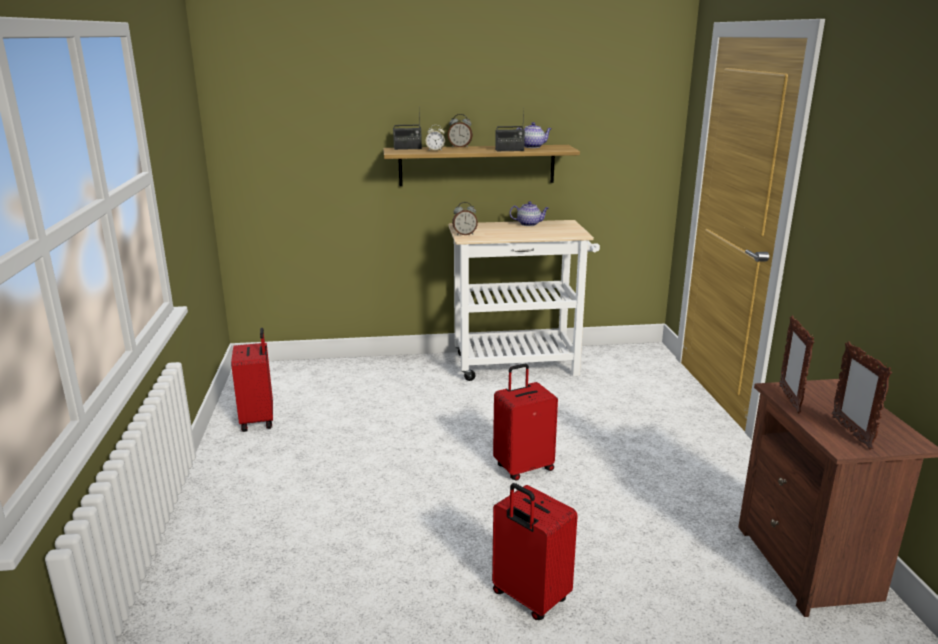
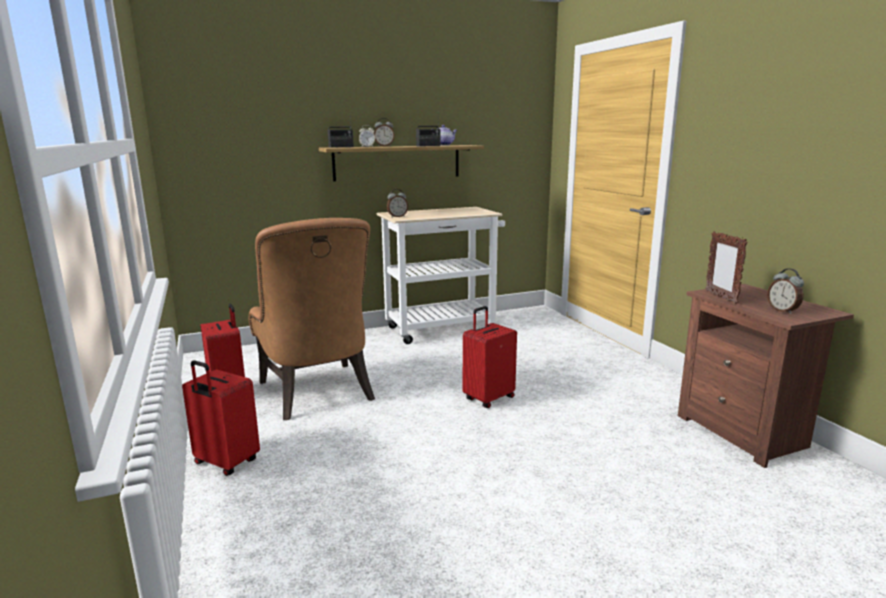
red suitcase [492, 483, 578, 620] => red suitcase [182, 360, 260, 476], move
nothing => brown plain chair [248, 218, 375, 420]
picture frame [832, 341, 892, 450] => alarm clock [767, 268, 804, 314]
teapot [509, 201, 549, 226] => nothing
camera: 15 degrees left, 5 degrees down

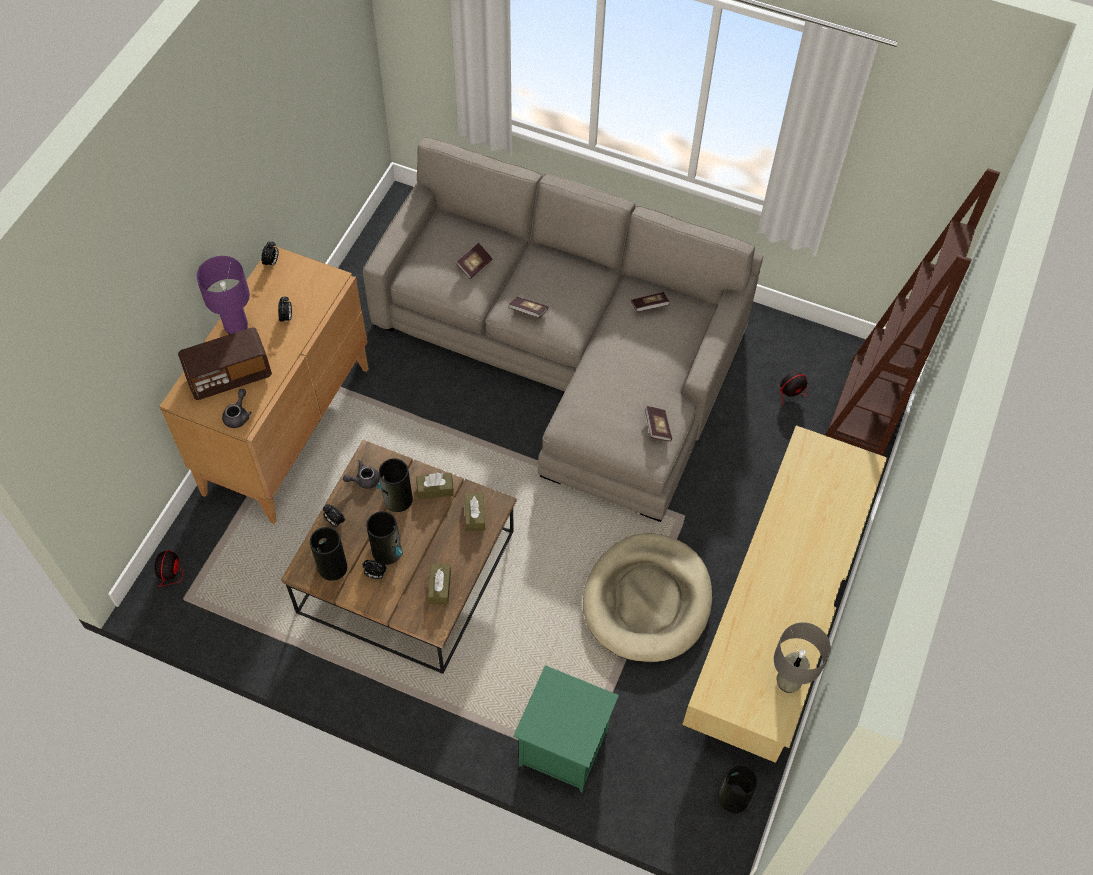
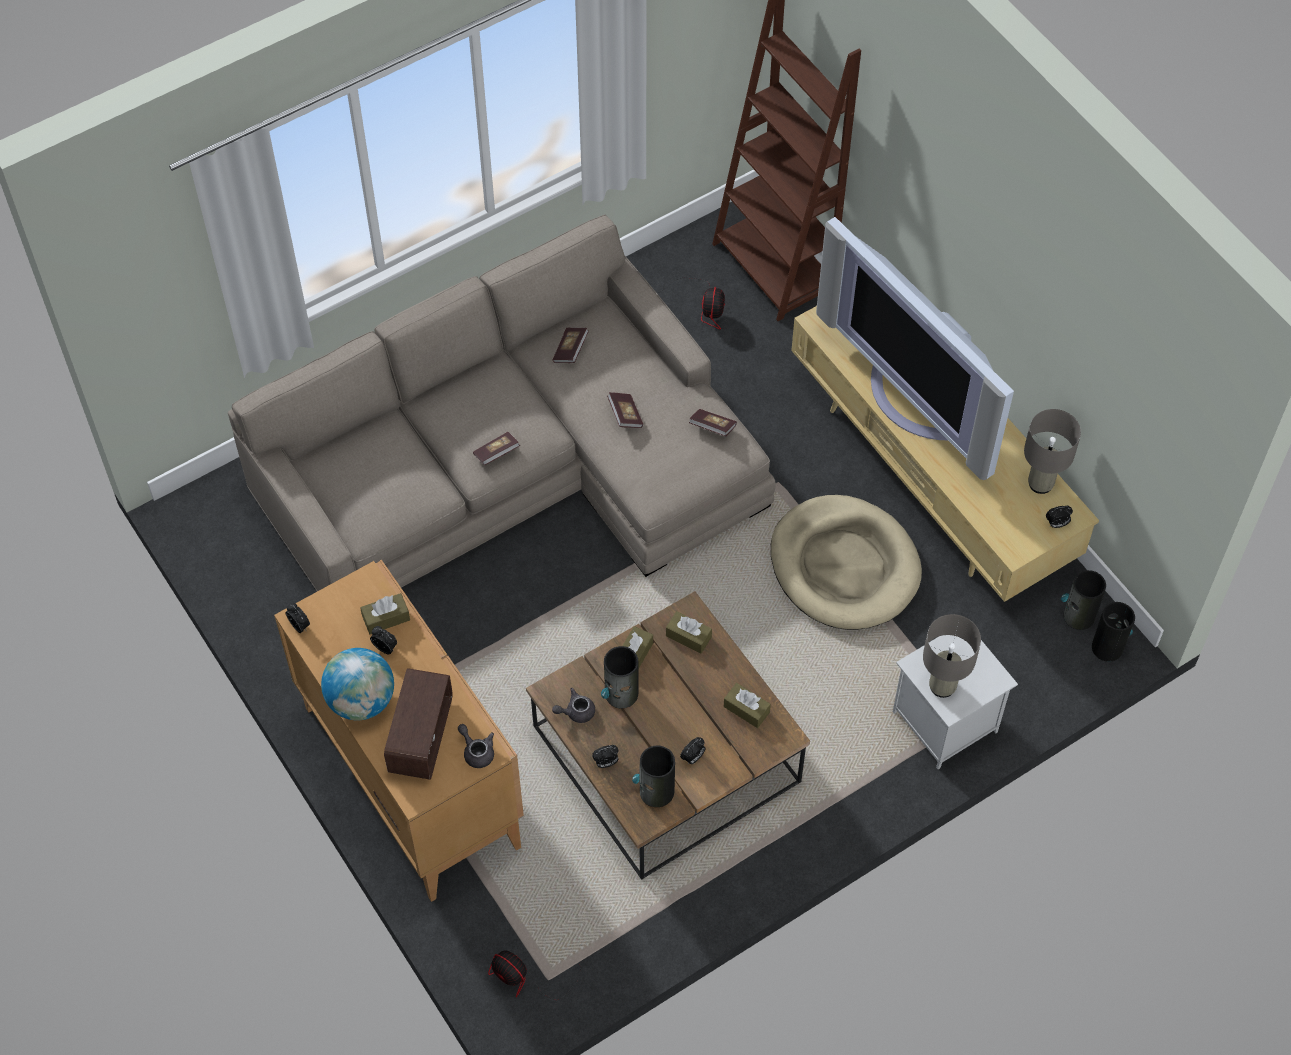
purple-coloured tabletop lamp [196, 256, 250, 334] => desk globe [321, 648, 394, 720]
nothing => brown tissue box [360, 593, 410, 634]
greyish teapot [343, 460, 380, 489] => greyish teapot [552, 688, 595, 723], 60 degrees clockwise
book [455, 243, 492, 279] => book [607, 392, 643, 428], move
nothing => television [816, 217, 1014, 480]
greenish night table [513, 665, 619, 793] => greyish night table [893, 635, 1018, 769]
nothing => greyish tabletop lamp [923, 614, 981, 698]
nothing => alarm clock [1046, 506, 1073, 528]
decorative vase [366, 511, 403, 565] => decorative vase [1092, 602, 1135, 662], move
camera: 55 degrees left, 0 degrees up

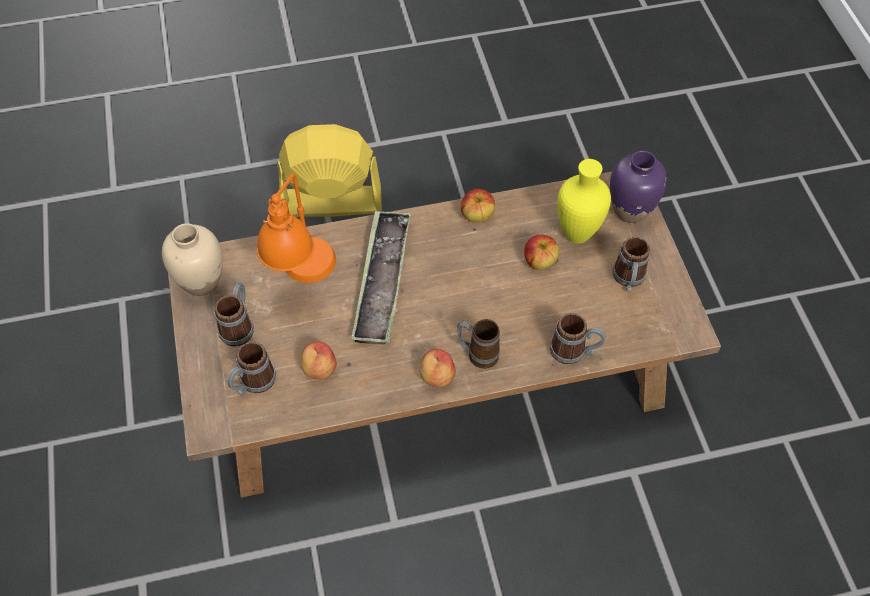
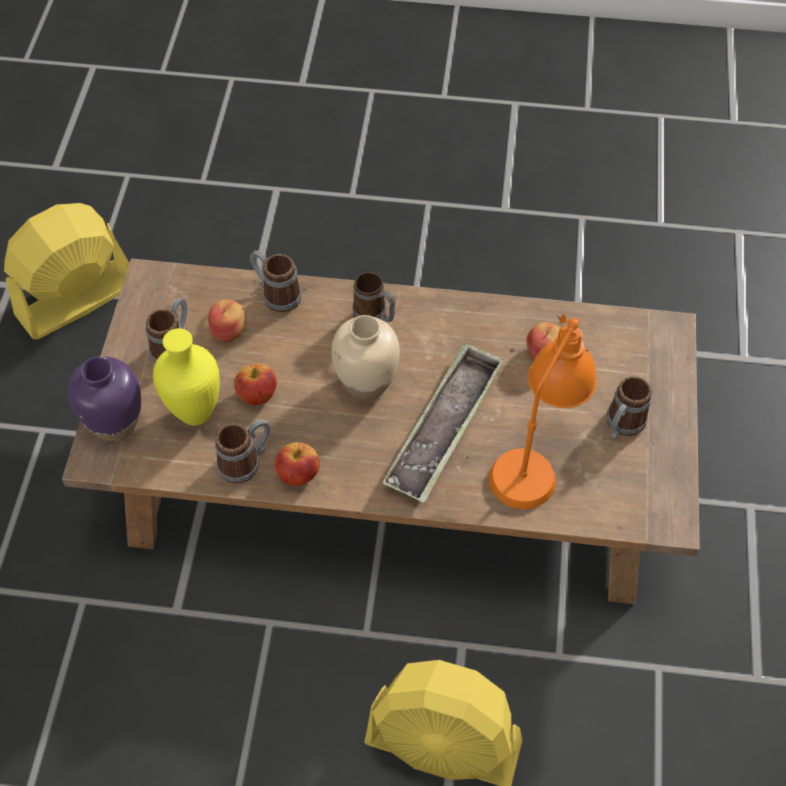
nothing => yellow fan [4, 203, 130, 339]
apple fruit [420, 349, 456, 388] => apple fruit [208, 299, 247, 342], move
tea mug [227, 342, 276, 396] => tea mug [215, 419, 271, 484], move
beige-coloured decorative vase [162, 223, 223, 296] => beige-coloured decorative vase [331, 315, 400, 400], move
camera: 160 degrees left, 0 degrees up

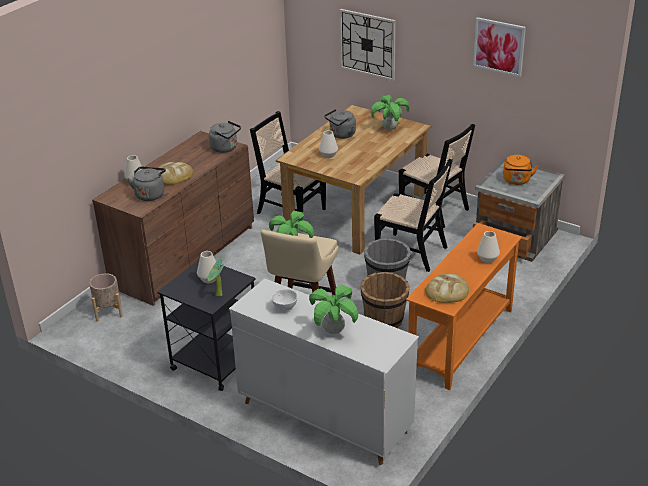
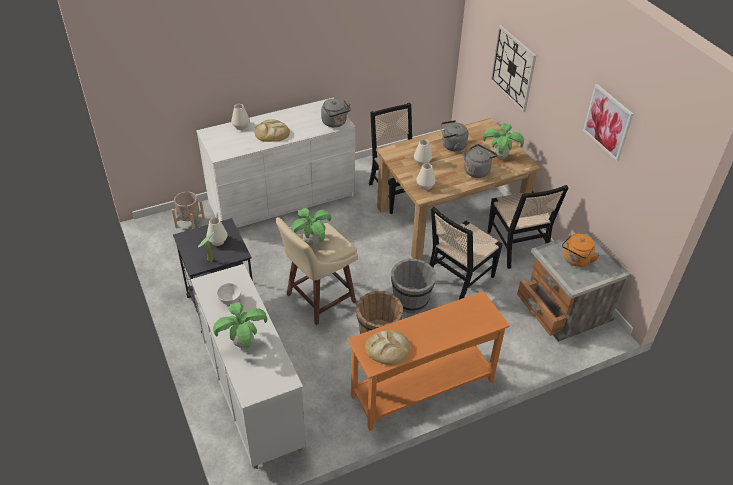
brown drawer chest [92, 131, 254, 306] => white-coloured drawer chest [196, 98, 355, 228]
white-coloured decorative vase [477, 231, 500, 263] => white-coloured decorative vase [416, 163, 436, 190], move
plain chair [374, 158, 453, 272] => plain chair [429, 207, 503, 300], 75 degrees clockwise
greyish water kettle [127, 167, 166, 201] => greyish water kettle [463, 144, 498, 178], move
camera: 30 degrees right, 10 degrees up

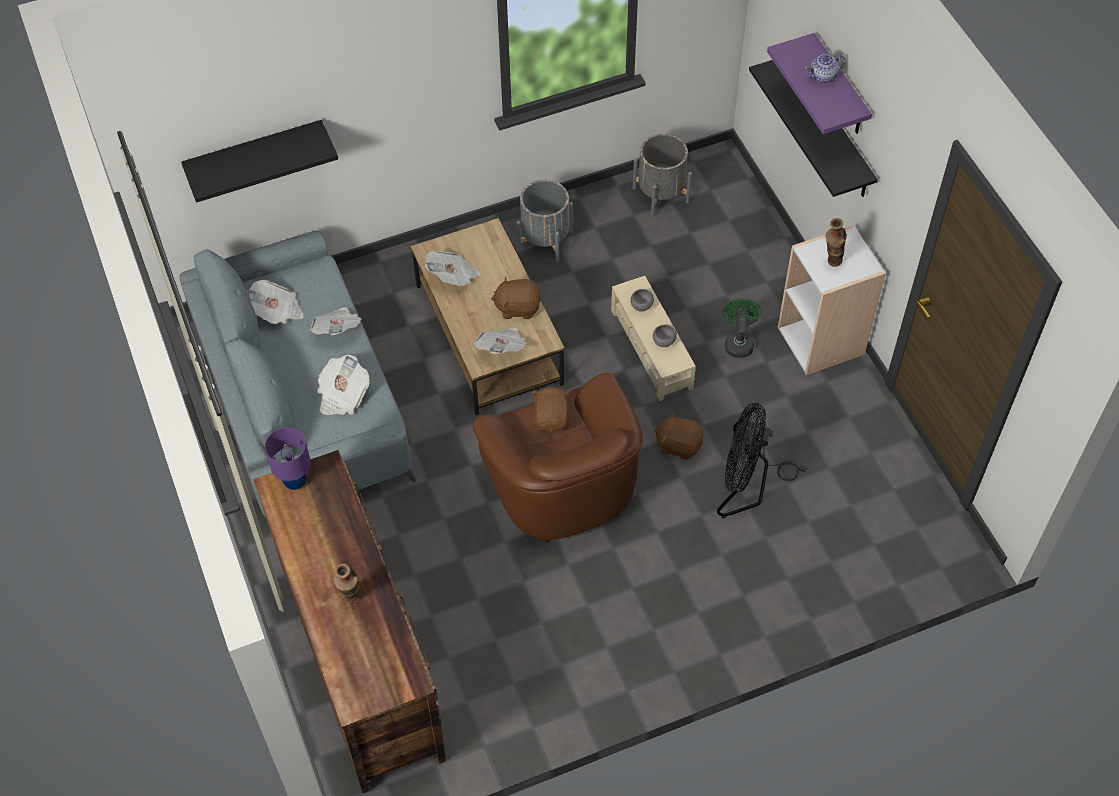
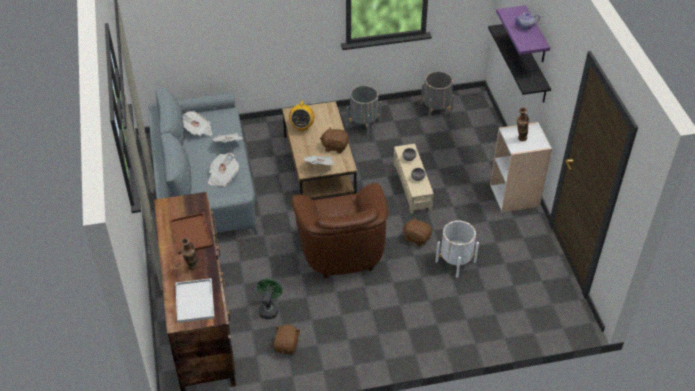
nothing => brown serving tray [171, 212, 213, 254]
nothing => white-coloured serving tray [176, 278, 215, 323]
greenish fan [722, 298, 761, 358] => greenish fan [257, 279, 283, 319], move
brown soft toy [531, 386, 572, 432] => brown soft toy [273, 325, 300, 354], move
newspaper [424, 250, 481, 287] => radio set [289, 101, 315, 131]
black-coloured fan [717, 403, 807, 519] => white-coloured plant pot [435, 221, 479, 278]
black-coloured bracket shelf [181, 120, 338, 203] => nothing
purple-coloured tabletop lamp [265, 428, 311, 490] => nothing
camera: 10 degrees right, 10 degrees down

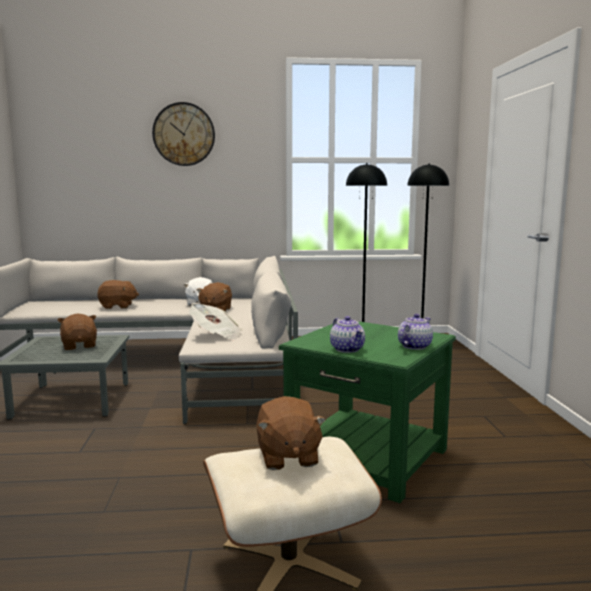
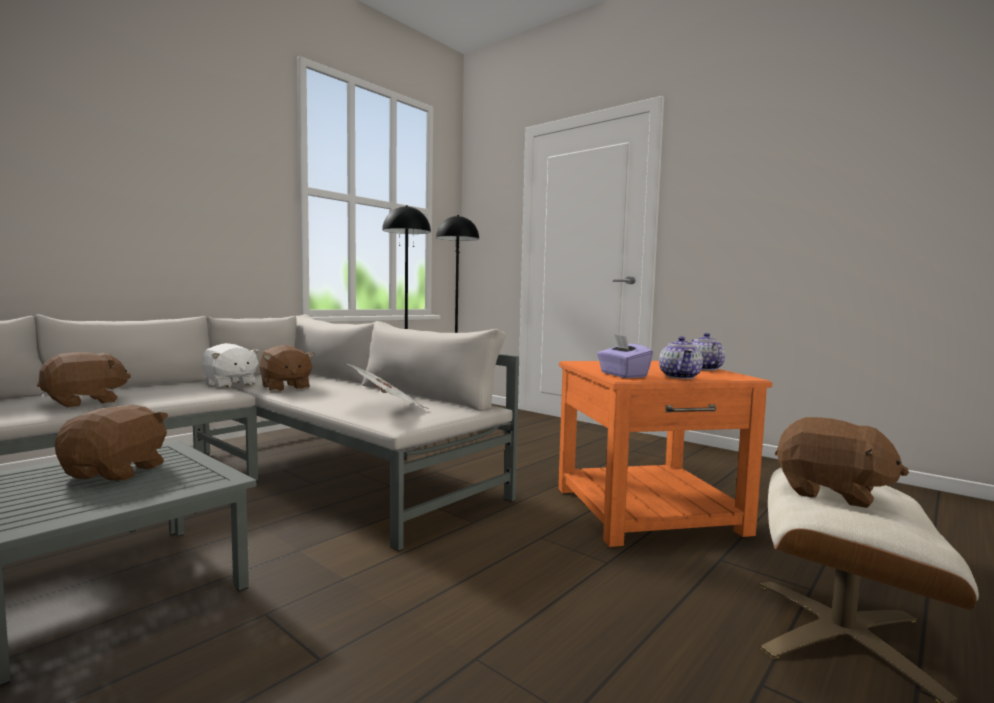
brown soft toy [58, 314, 97, 350] => brown soft toy [55, 404, 168, 481], 75 degrees clockwise
greenish accent table [279, 321, 456, 503] => orange accent table [558, 361, 773, 547]
nothing => purple-coloured tissue box [597, 334, 653, 378]
teapot [330, 316, 365, 353] => teapot [659, 336, 703, 379], 75 degrees clockwise
hanging clock [152, 102, 215, 166] => nothing
camera: 45 degrees left, 5 degrees down

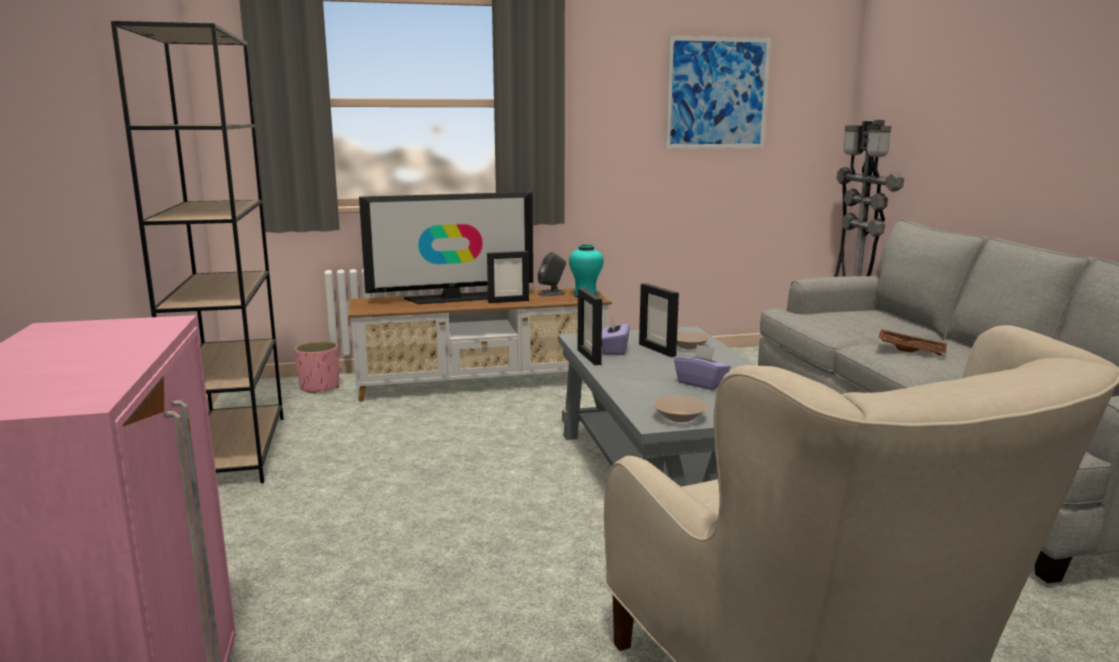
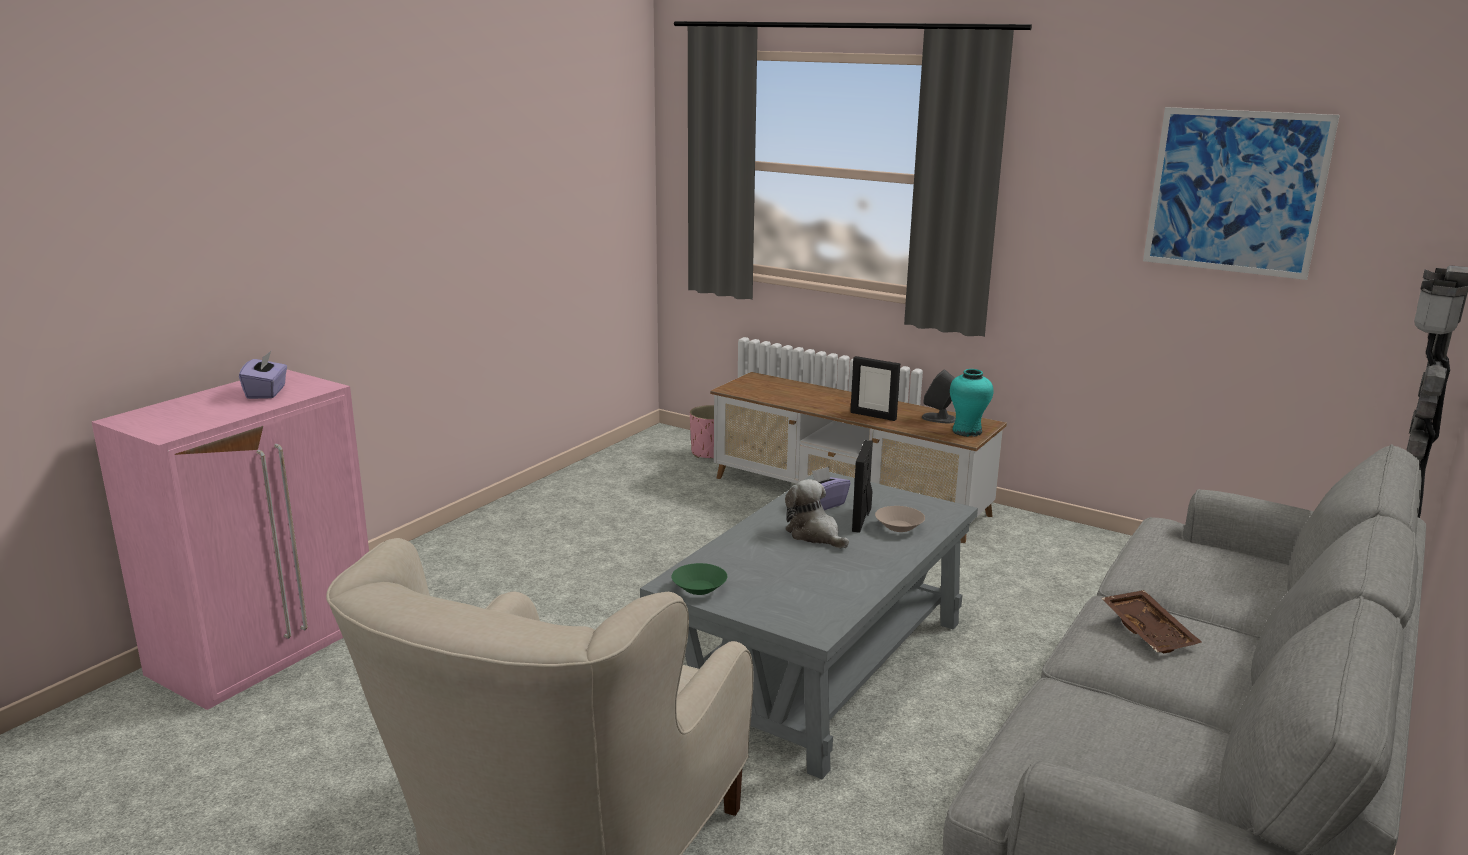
purple-coloured tissue box [674, 344, 731, 390] => purple-coloured tissue box [239, 351, 287, 399], move
beige-coloured deep dish [653, 396, 708, 422] => greenish deep dish [671, 563, 727, 595]
nothing => soft toy [785, 479, 849, 548]
beige-coloured bookcase [111, 21, 284, 483] => nothing
television [359, 192, 533, 304] => nothing
picture frame [578, 288, 602, 365] => nothing
camera: 45 degrees right, 5 degrees up

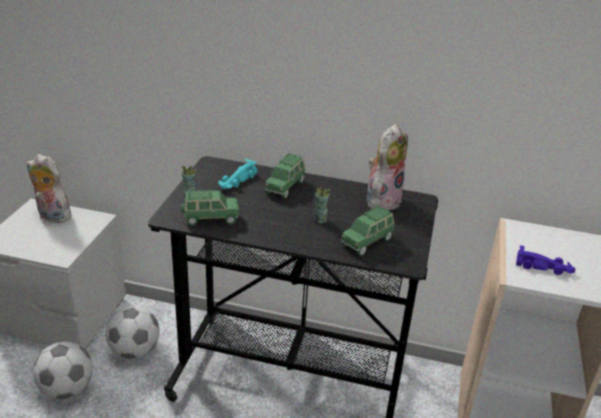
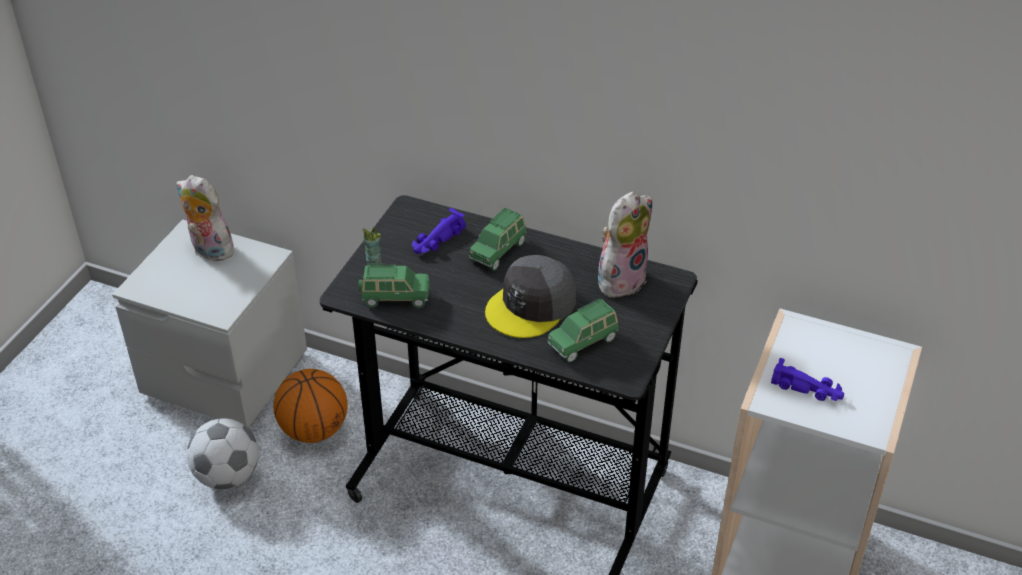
football ball [106, 306, 159, 359] => basketball ball [273, 369, 347, 443]
turquoise-coloured model car [218, 159, 257, 189] => purple-coloured model car [412, 208, 466, 254]
small cup [314, 187, 330, 223] => greyish peaked cap [485, 255, 576, 338]
camera: 10 degrees right, 10 degrees up

